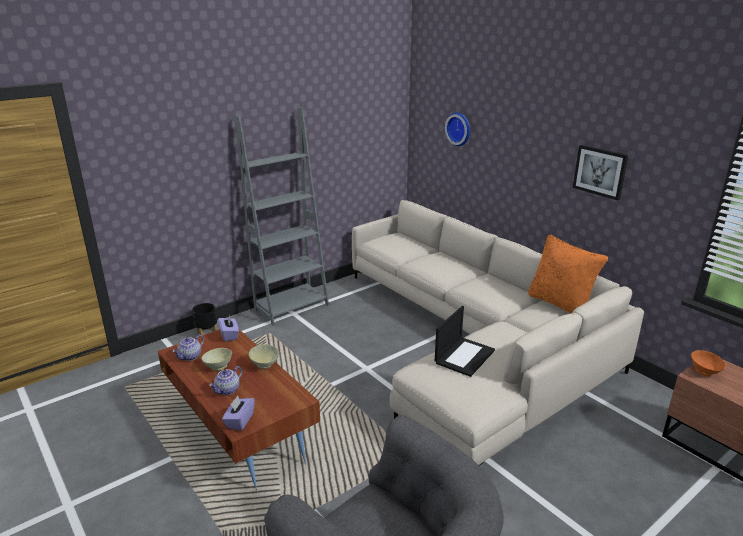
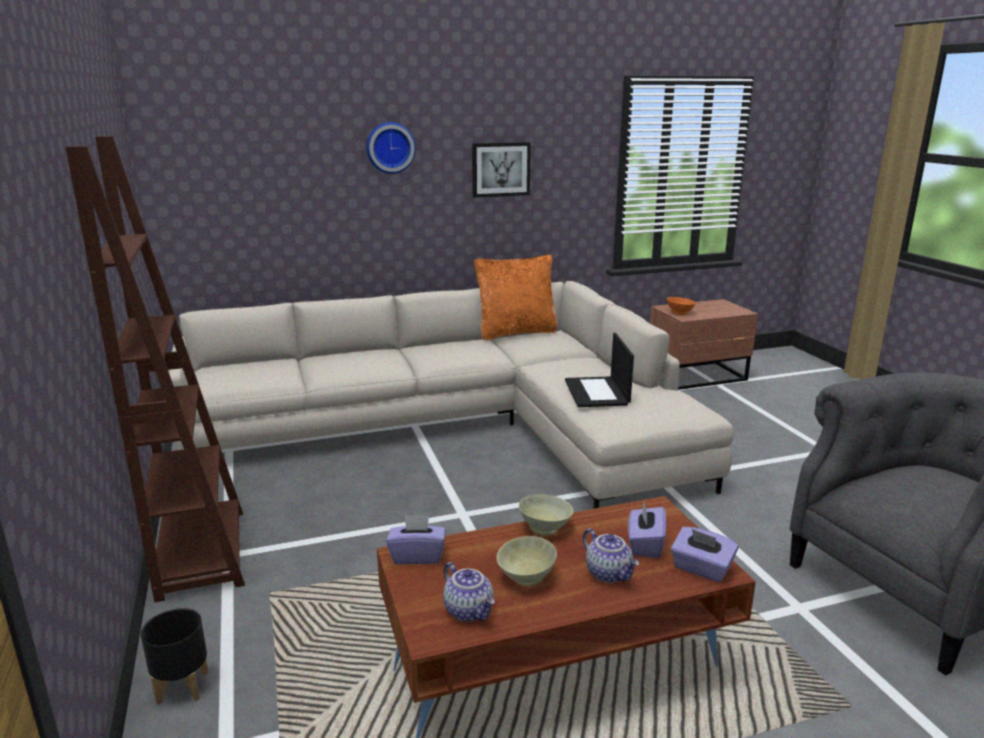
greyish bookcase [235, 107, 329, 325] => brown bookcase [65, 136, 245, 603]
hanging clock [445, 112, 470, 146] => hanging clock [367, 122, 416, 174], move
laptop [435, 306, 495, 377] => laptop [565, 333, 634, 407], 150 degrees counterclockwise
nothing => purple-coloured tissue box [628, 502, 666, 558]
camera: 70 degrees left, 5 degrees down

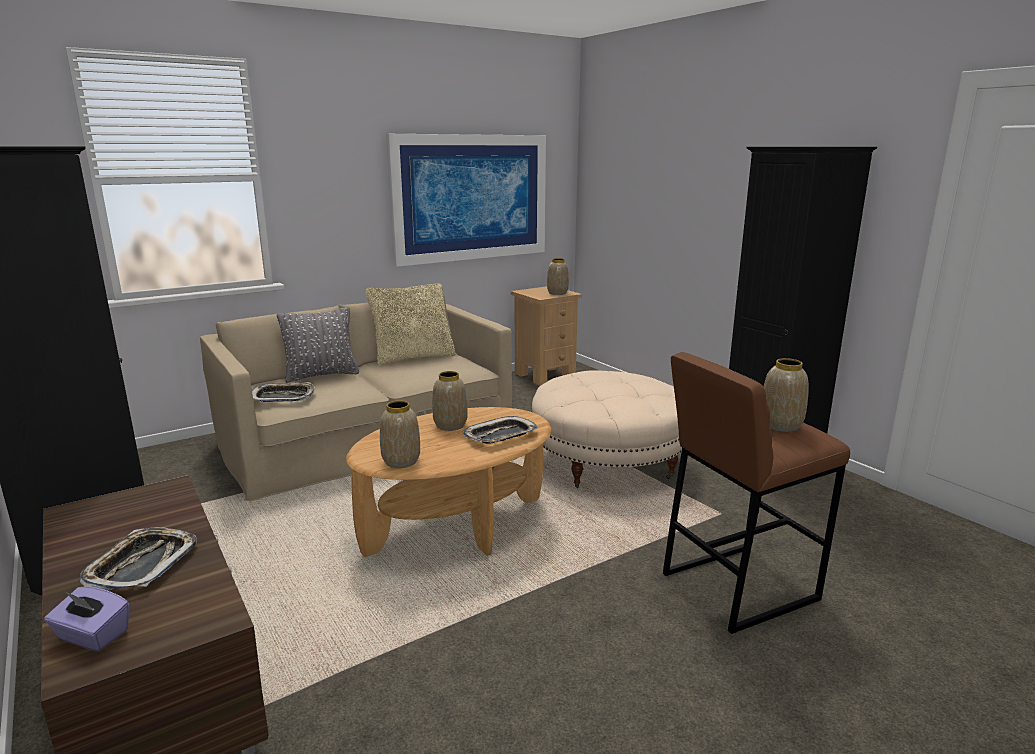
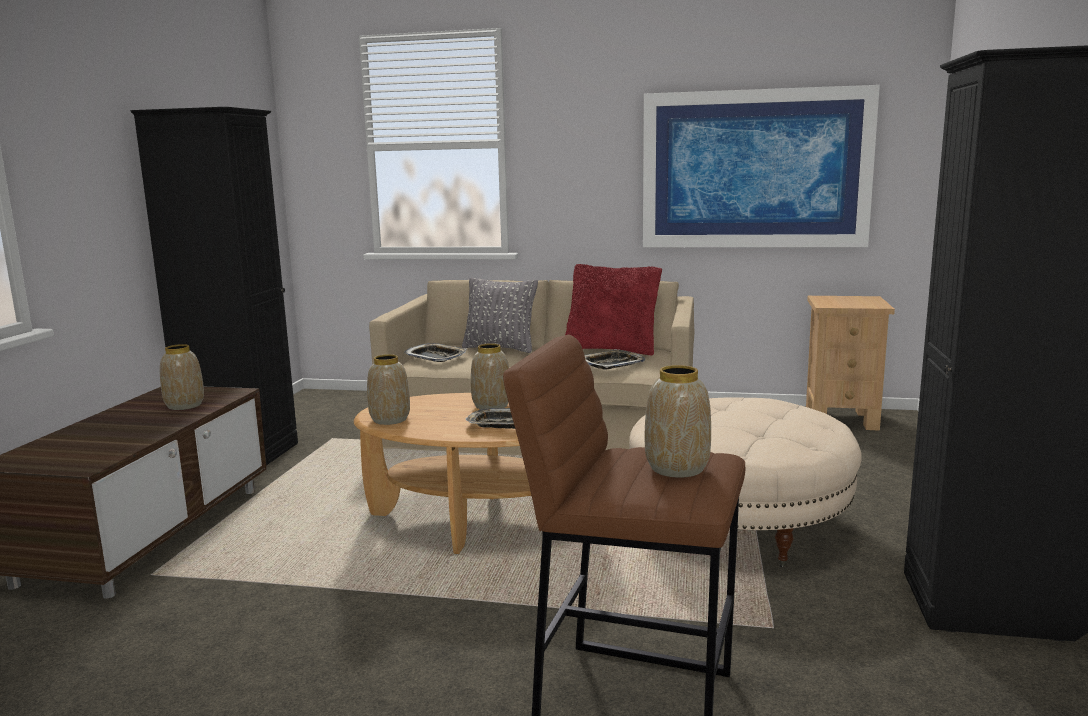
decorative vase [547, 258, 569, 295] => decorative vase [160, 344, 204, 410], move
beige-coloured throw pillow [365, 283, 456, 365] => red throw pillow [565, 264, 662, 355]
serving tray [80, 527, 197, 591] => serving tray [584, 349, 646, 369], move
purple-coloured tissue box [44, 586, 129, 651] => nothing
camera: 45 degrees right, 5 degrees down

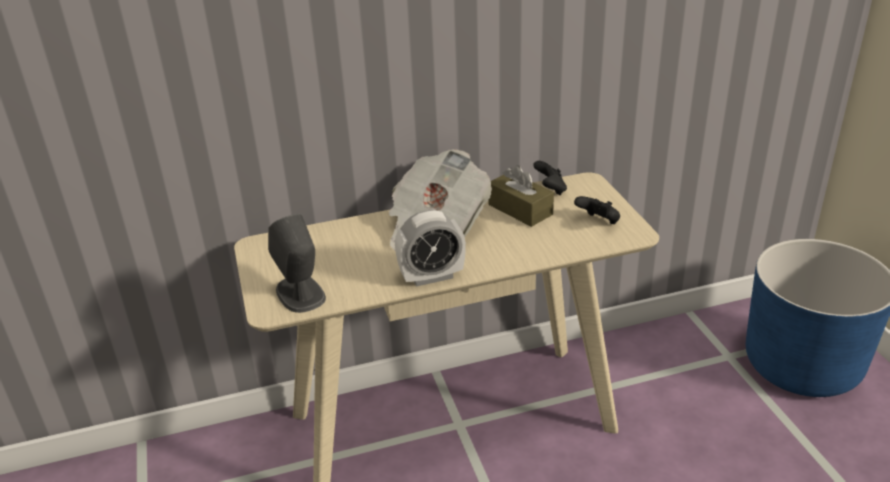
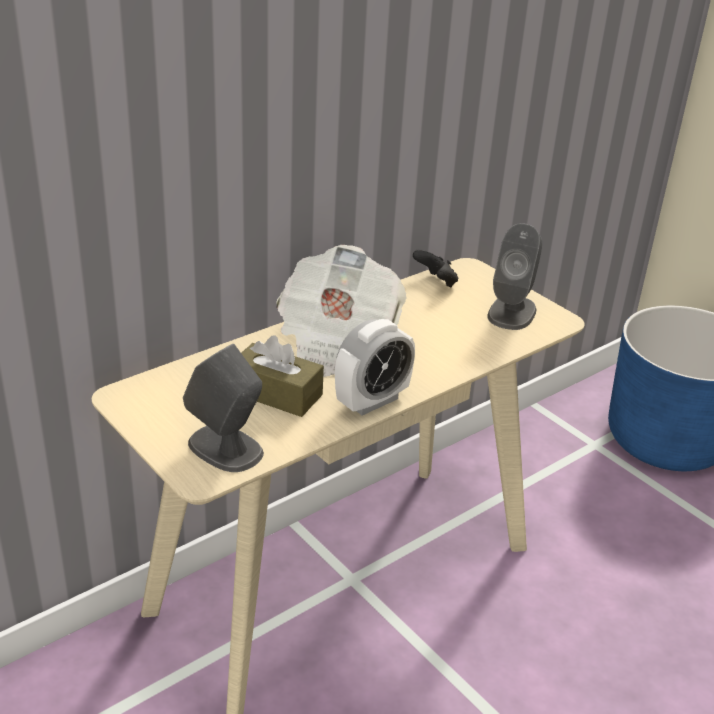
brown tissue box [488, 165, 554, 227] => brown tissue box [241, 336, 324, 417], move
black-coloured joypad [574, 196, 620, 224] => greyish speaker [488, 223, 542, 330]
camera: 25 degrees left, 0 degrees up

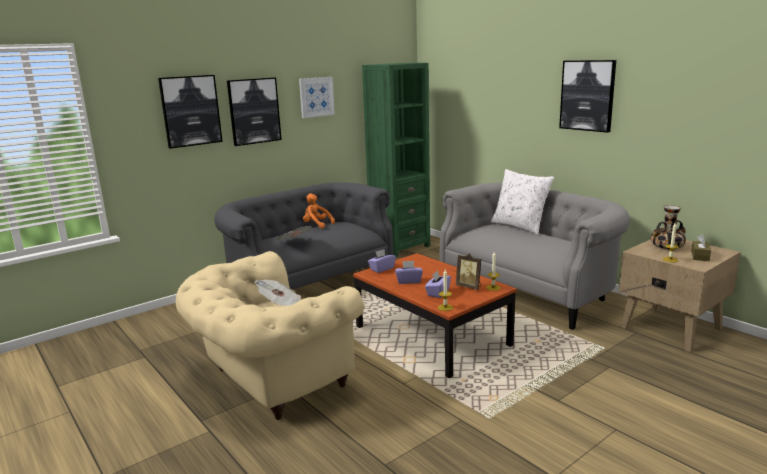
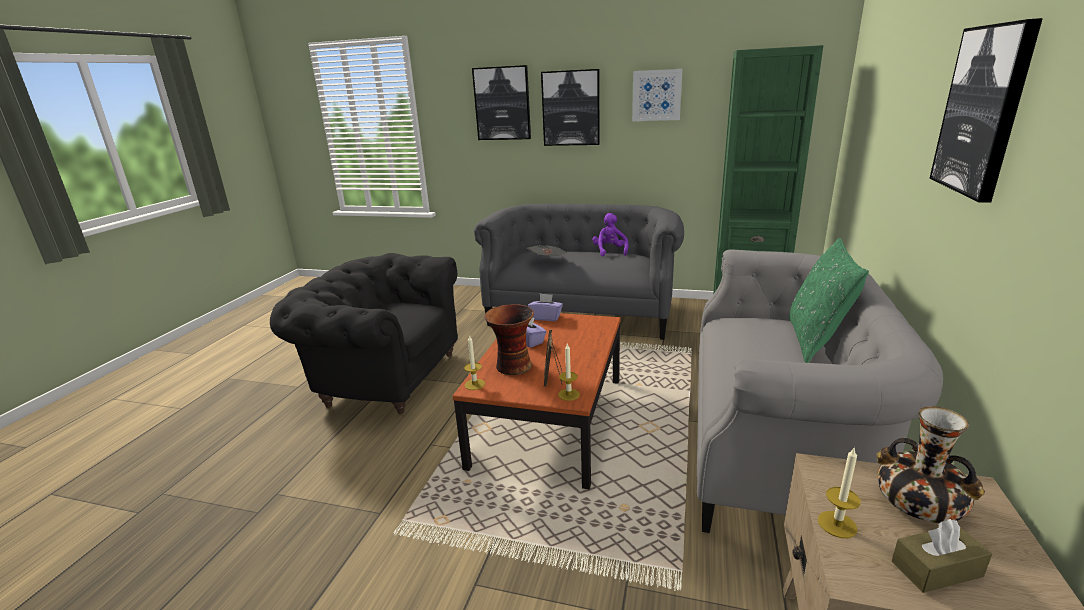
beige-coloured lounge chair [176, 251, 364, 420] => black-coloured lounge chair [270, 253, 458, 414]
purple-coloured tissue box [425, 271, 451, 298] => decorative vase [485, 304, 534, 375]
orange soft toy [303, 193, 335, 228] => purple-coloured soft toy [592, 213, 629, 256]
white-coloured throw pillow [491, 169, 554, 235] => greenish throw pillow [789, 238, 869, 363]
newspaper [254, 280, 301, 306] => nothing
camera: 55 degrees right, 5 degrees up

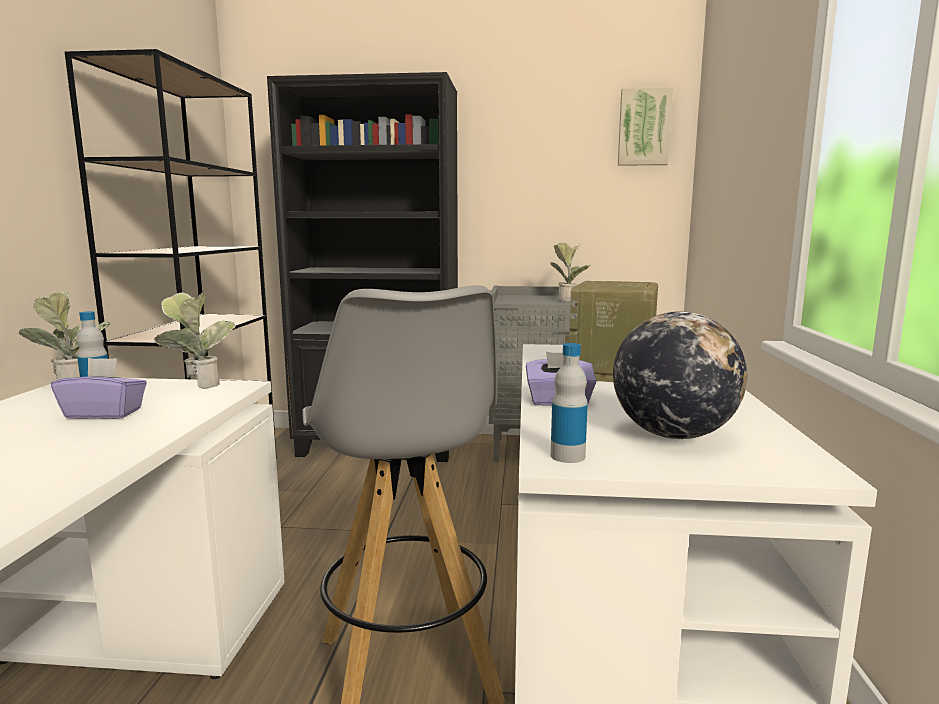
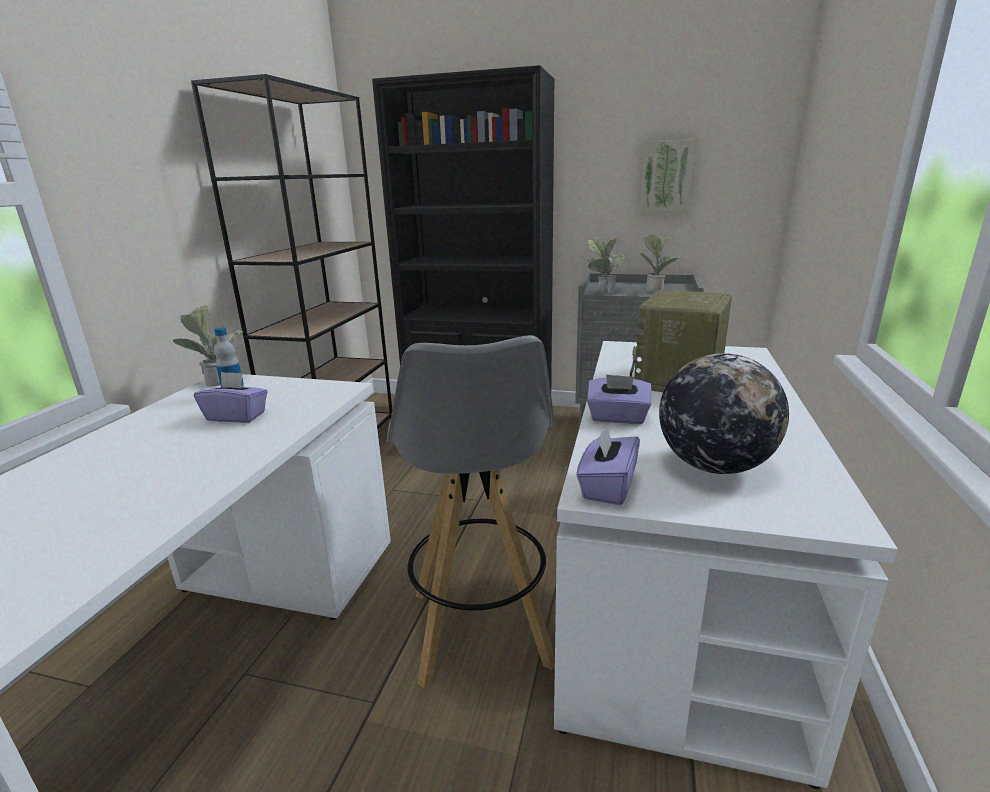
beverage bottle [551, 343, 588, 463] => purple-coloured tissue box [576, 424, 640, 505]
plant in a pot [154, 292, 235, 389] => plant in a pot [588, 236, 625, 294], move
wall picture [618, 87, 673, 166] => wall picture [640, 139, 695, 216], move
camera: 10 degrees right, 10 degrees up

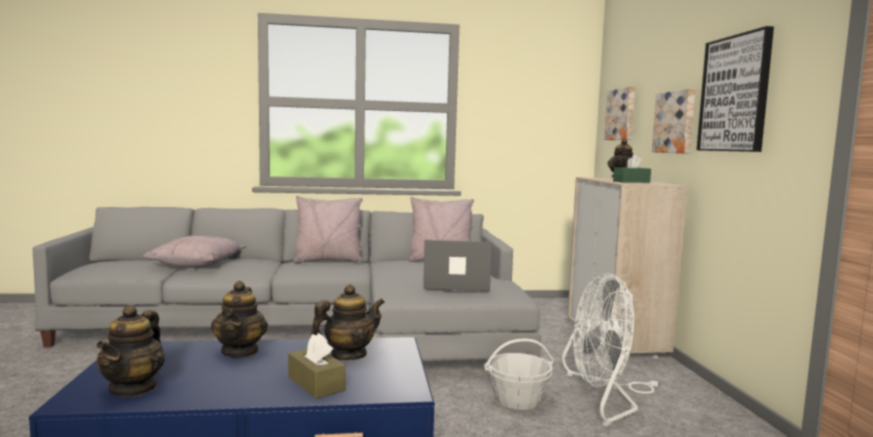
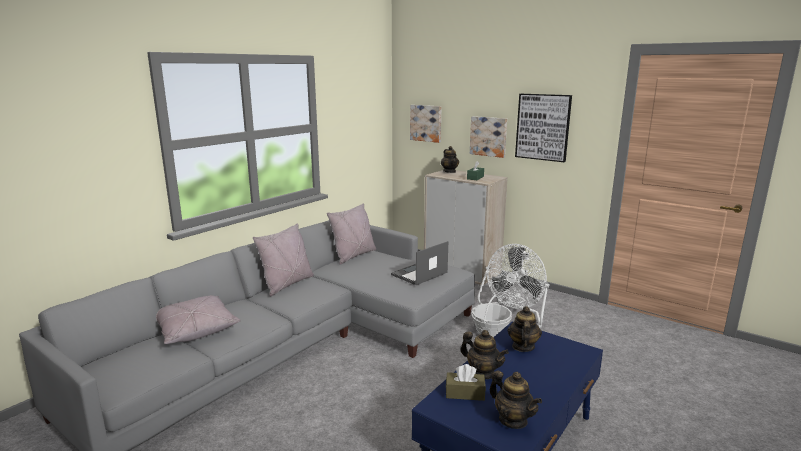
brown tissue box [288, 333, 346, 399] => brown tissue box [446, 364, 486, 401], move
camera: 45 degrees left, 10 degrees up

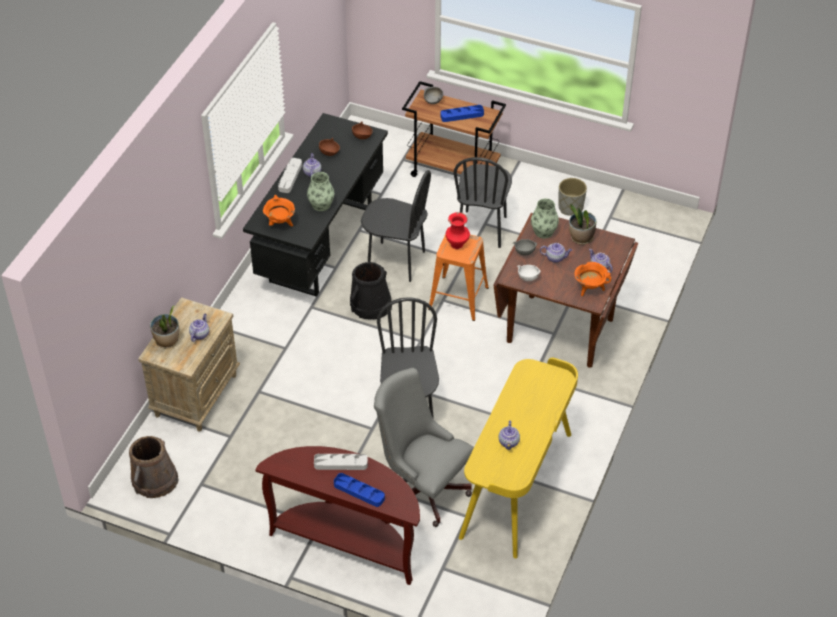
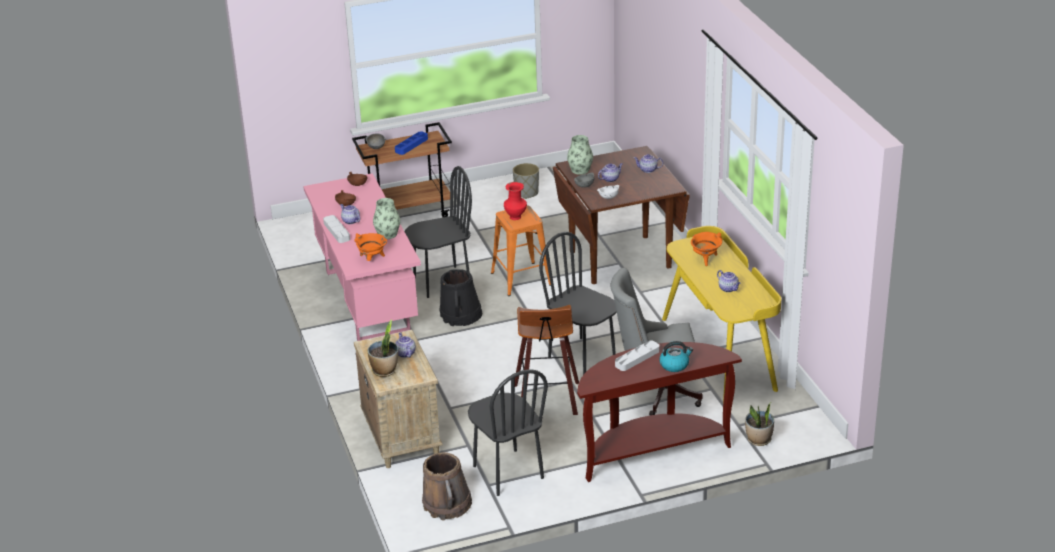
black-coloured desk [243, 113, 388, 297] => pink-coloured desk [303, 173, 421, 341]
black-coloured plain chair [453, 157, 512, 248] => black-coloured plain chair [468, 369, 548, 496], move
nothing => stool seat [515, 305, 579, 415]
bluish serving tray [334, 473, 385, 507] => water kettle [659, 341, 693, 372]
orange saucepot [574, 262, 611, 296] => orange saucepot [691, 232, 723, 266], move
plant in a pot [569, 204, 596, 245] => plant in a pot [745, 402, 774, 446], move
camera: 40 degrees left, 15 degrees down

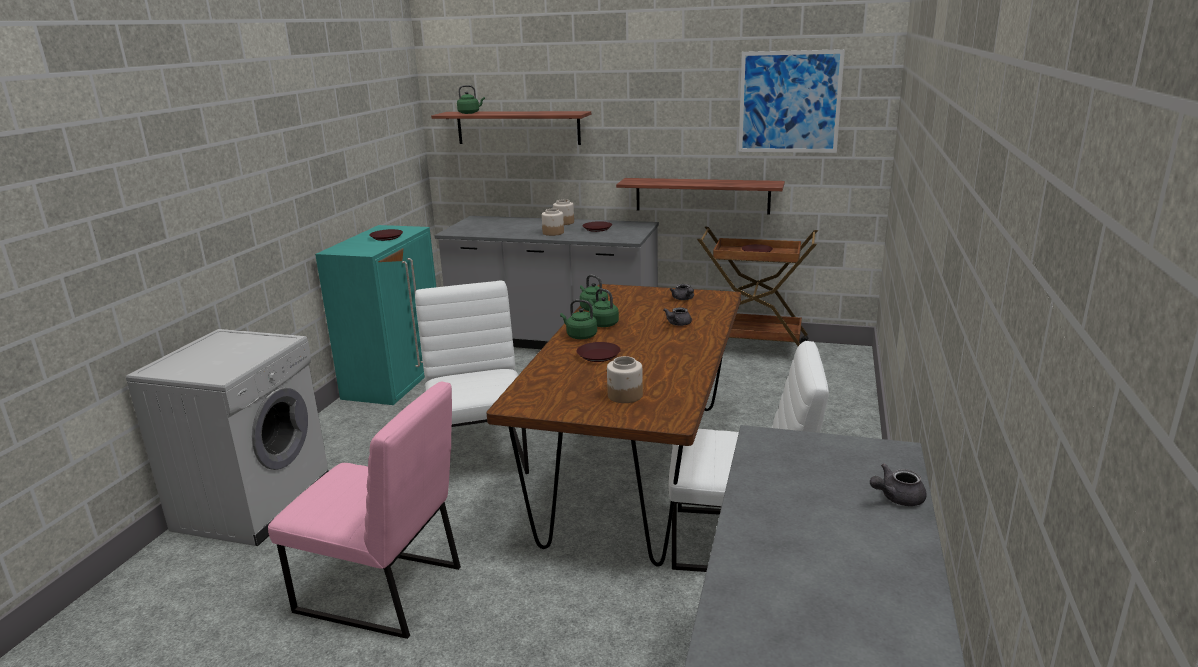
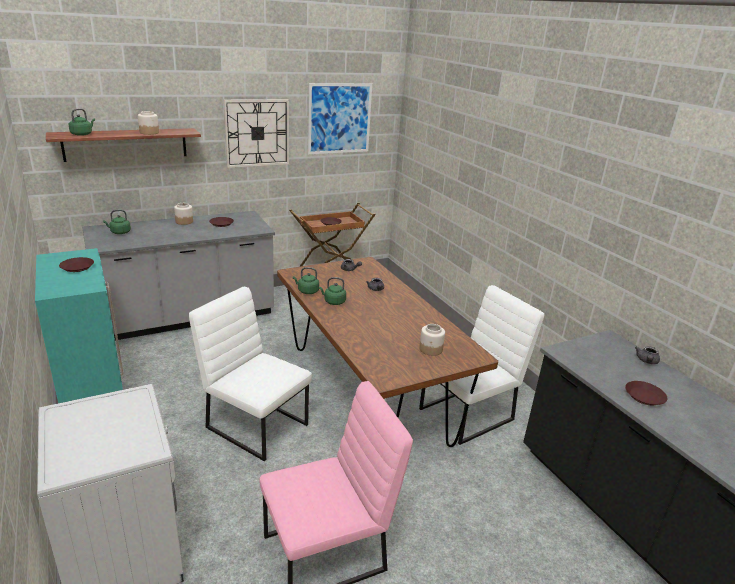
greenish water kettle [560, 300, 597, 339] => greenish water kettle [103, 210, 131, 234], move
storage jar [542, 208, 564, 236] => storage jar [138, 111, 159, 135], move
nothing => hanging clock [223, 99, 289, 168]
brown flat dish [577, 342, 621, 362] => brown flat dish [625, 381, 668, 405], move
bracket shelf [616, 178, 785, 214] => nothing
camera: 45 degrees left, 5 degrees up

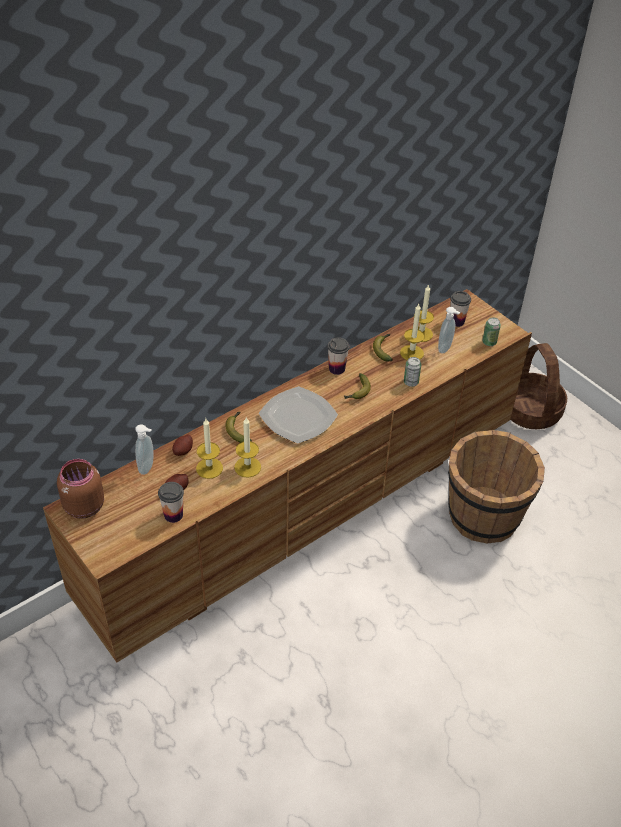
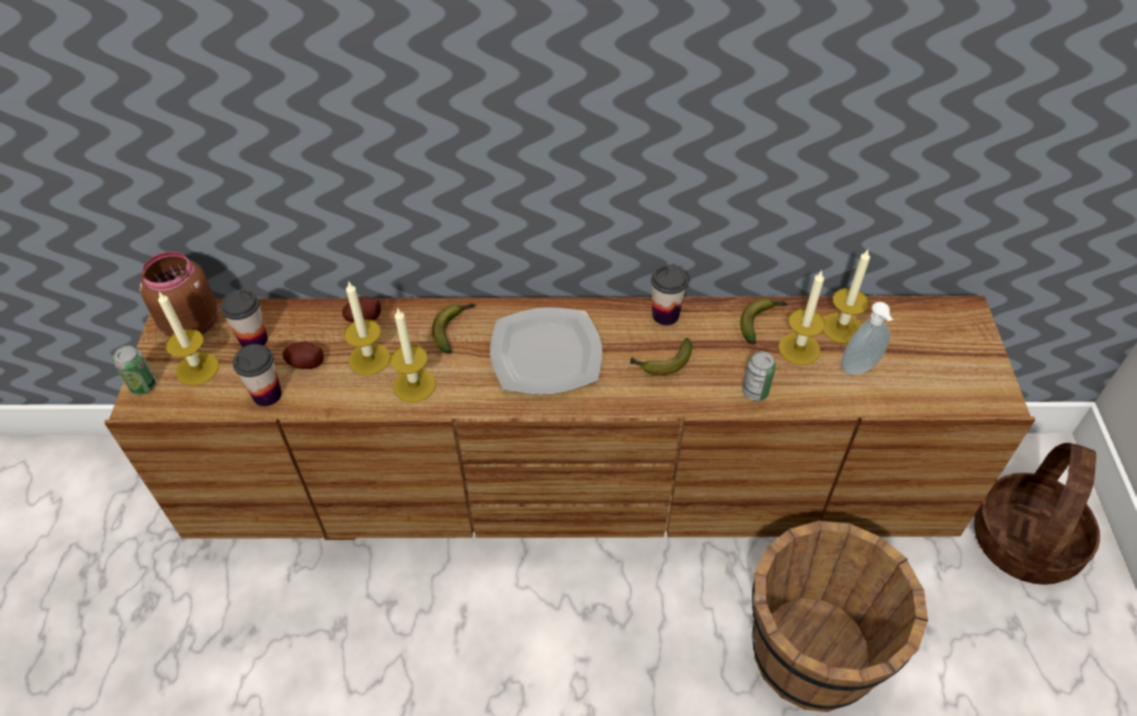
metal can [482, 317, 501, 346] => metal can [114, 346, 156, 395], move
nothing => wax light [158, 291, 219, 386]
small cup [450, 291, 471, 327] => small cup [220, 290, 268, 347], move
soap bottle [135, 424, 154, 475] => nothing
camera: 40 degrees right, 5 degrees up

